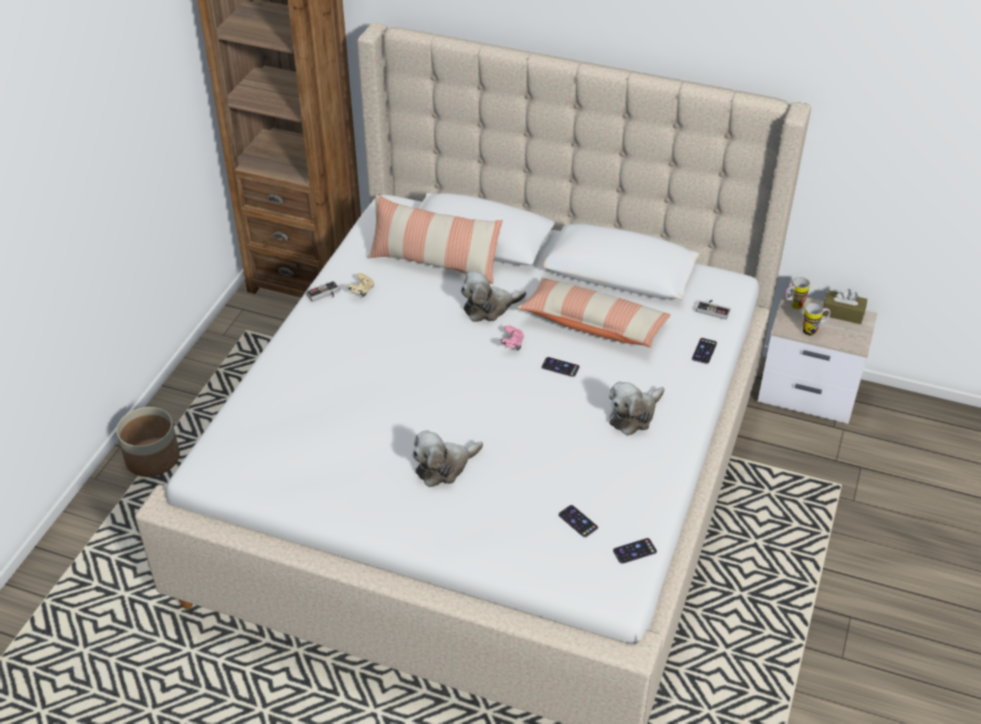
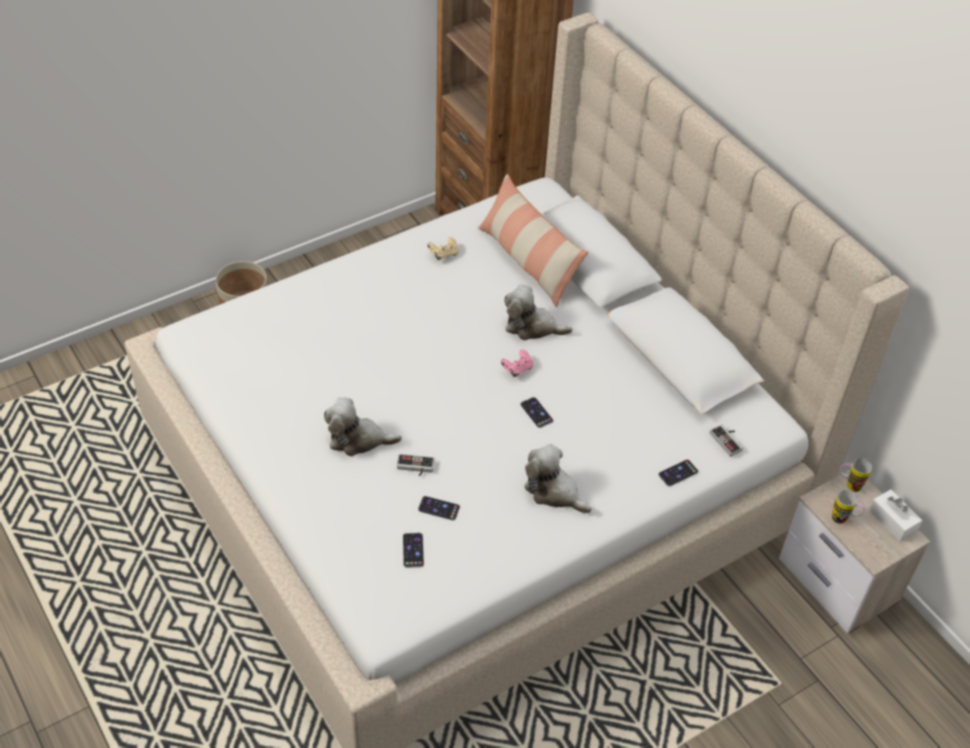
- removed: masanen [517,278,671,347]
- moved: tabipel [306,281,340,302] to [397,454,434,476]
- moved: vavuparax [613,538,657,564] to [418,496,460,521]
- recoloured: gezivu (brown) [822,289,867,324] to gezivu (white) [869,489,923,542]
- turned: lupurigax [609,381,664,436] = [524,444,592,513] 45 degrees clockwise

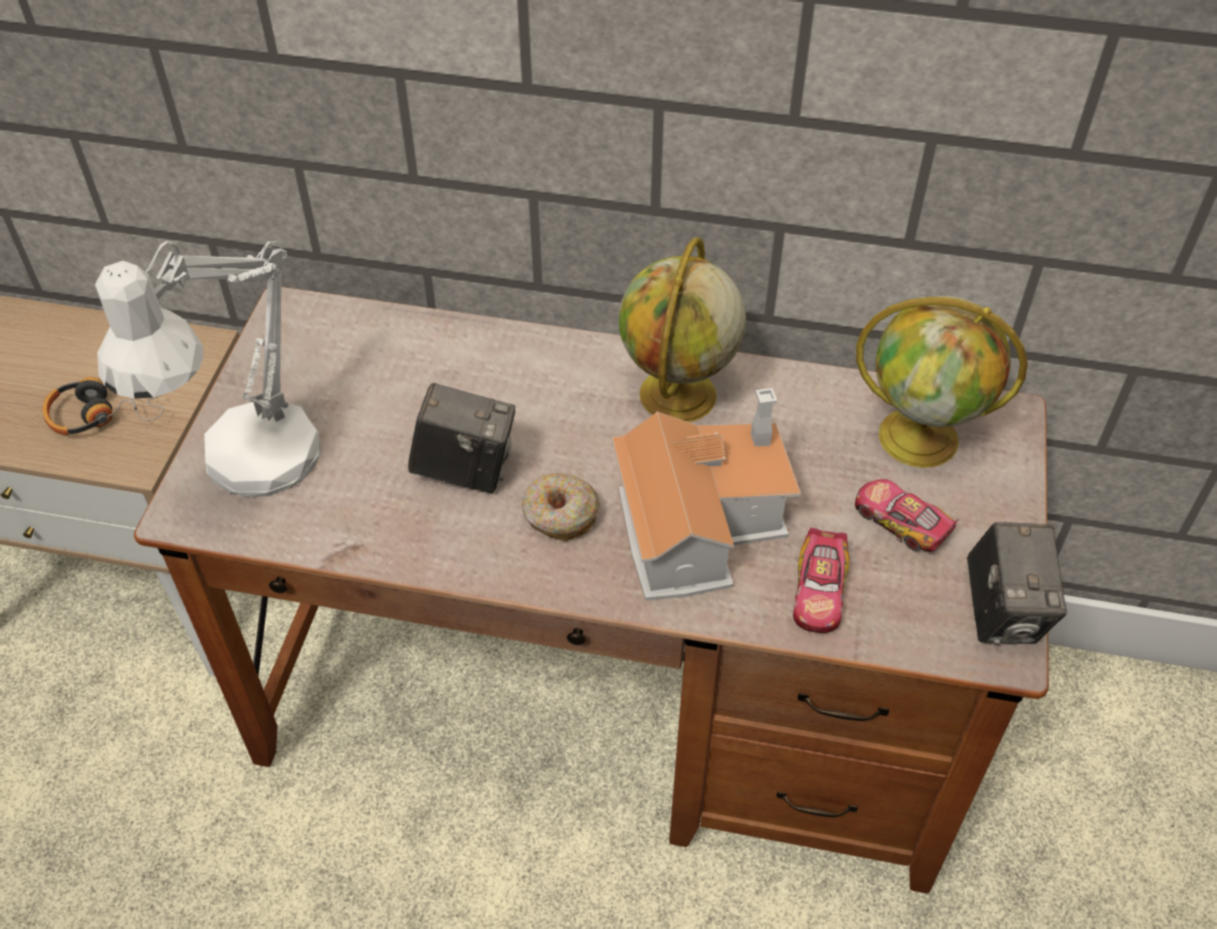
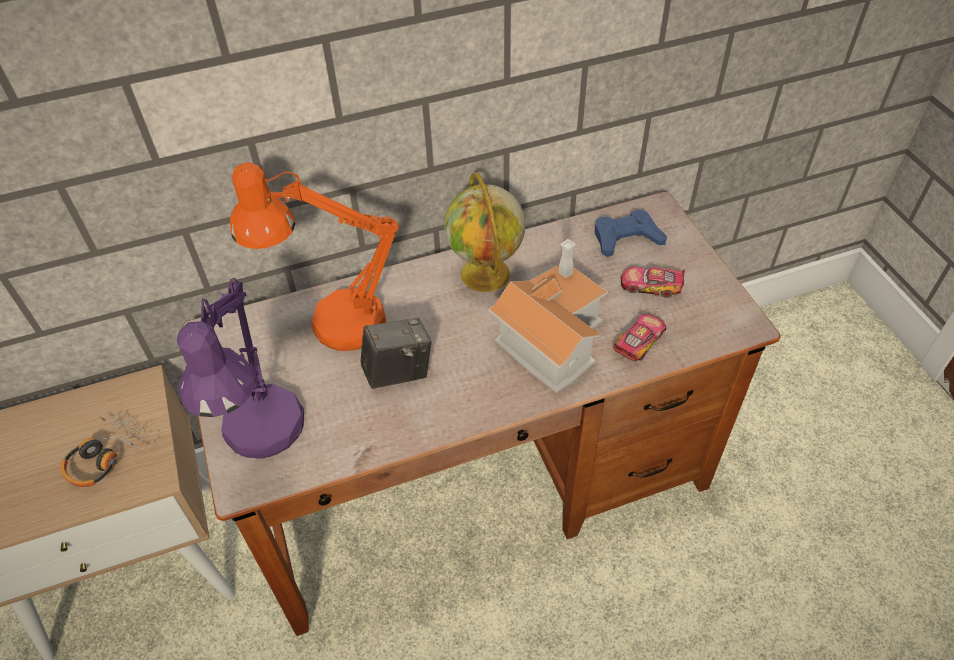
- removed: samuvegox [522,473,600,541]
- removed: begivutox [967,522,1067,645]
- added: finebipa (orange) [230,162,399,351]
- replaced: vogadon [856,296,1028,468] to tabipel (blue) [595,210,667,257]
- recoloured: finebipa (white) [95,241,320,497] to finebipa (purple) [177,278,304,459]
- turned: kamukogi [793,528,849,633] = [613,314,666,361] 120 degrees counterclockwise

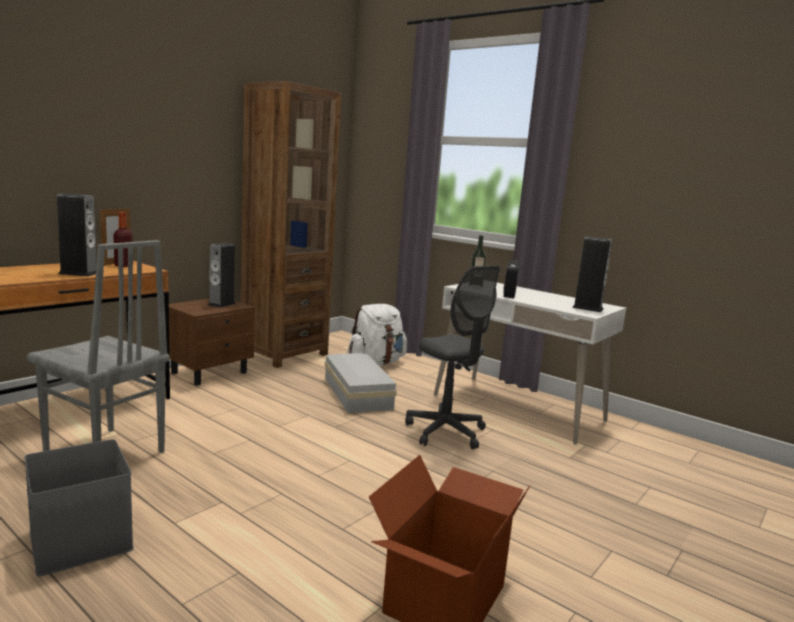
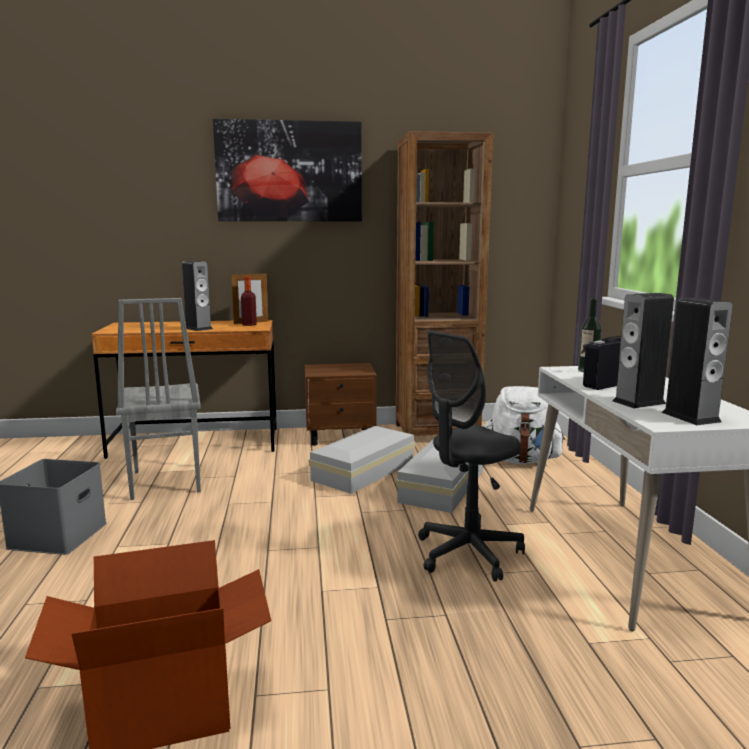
- added: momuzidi [213,119,362,221]
- added: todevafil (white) [309,426,415,494]
- moved: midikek [208,243,236,308] to [613,293,674,408]
- turned: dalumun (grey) [405,265,500,449] = [418,330,525,582] 45 degrees clockwise

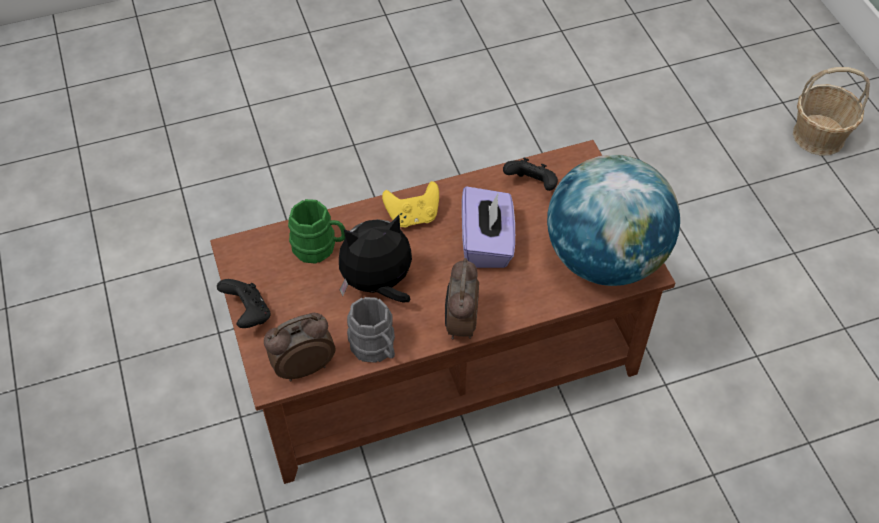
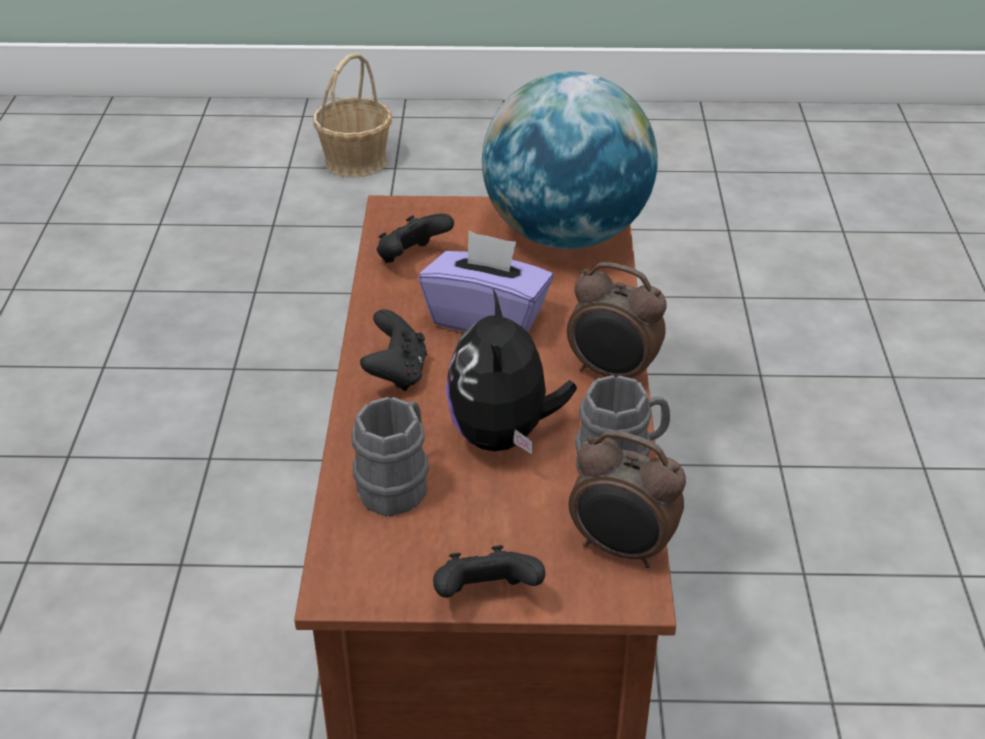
- recoloured: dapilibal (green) [288,199,346,264] to dapilibal (grey) [351,397,429,517]
- recoloured: tabipel (yellow) [382,181,439,227] to tabipel (black) [360,309,427,391]
- turned: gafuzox [264,313,335,381] = [569,430,686,568] 60 degrees counterclockwise

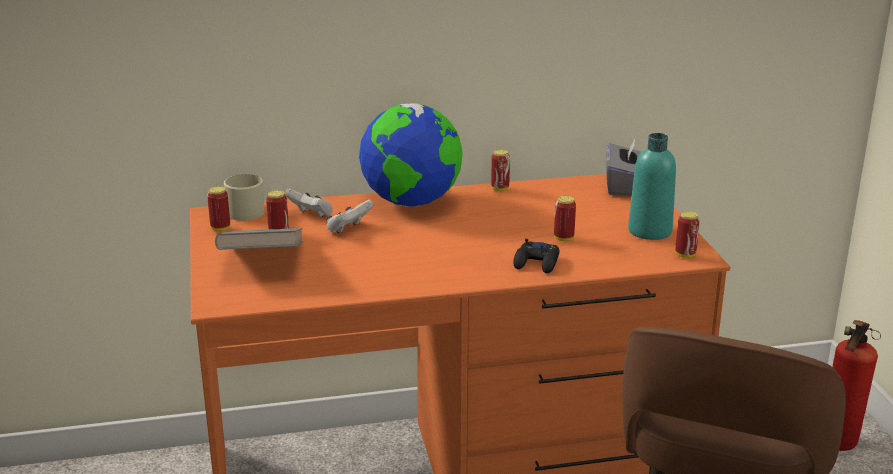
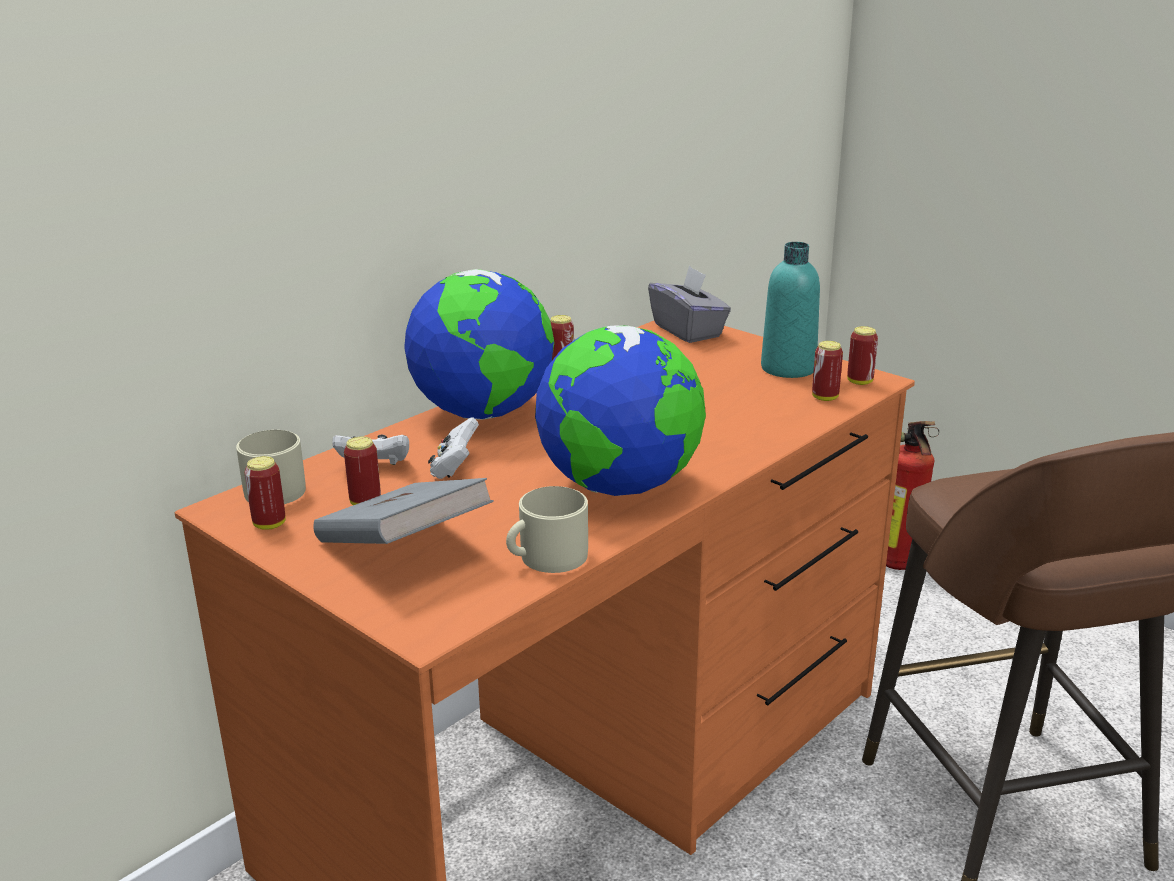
- removed: tabipel (black) [513,239,559,274]
- added: dapilibal (beige) [506,486,588,573]
- added: vogadon [535,325,706,496]
- moved: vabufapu [554,196,576,241] to [812,341,843,401]

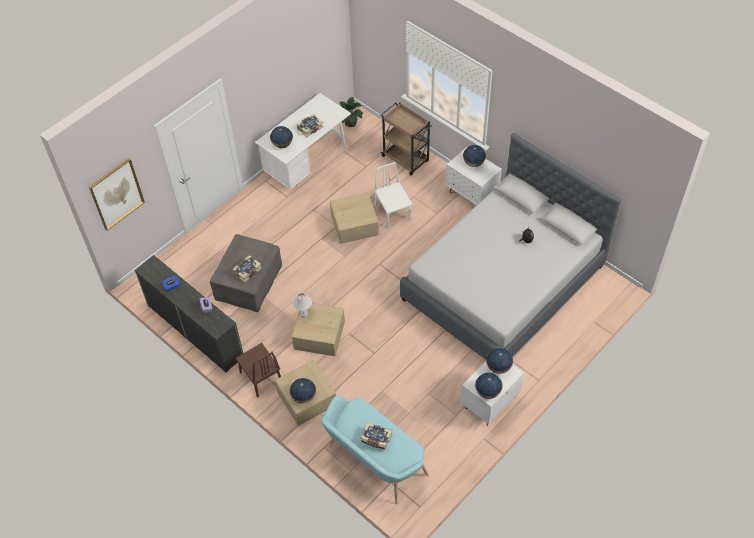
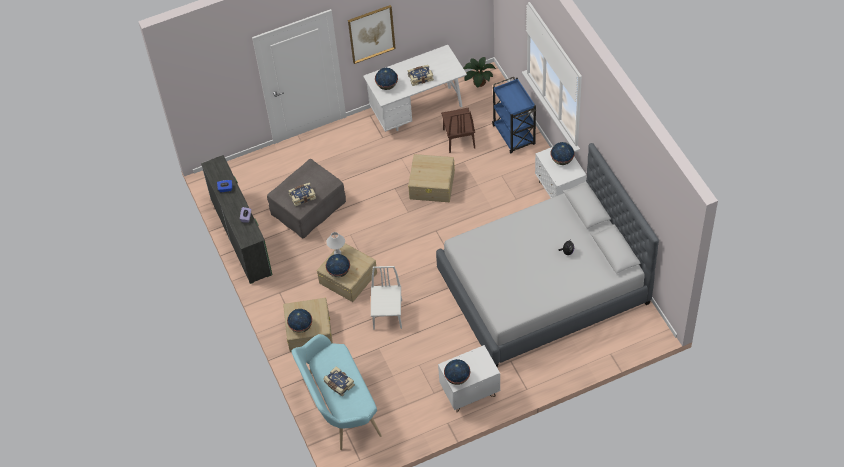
- moved: momuzidi [89,158,145,231] to [348,5,396,64]
- moved: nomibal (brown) [235,343,281,398] to [441,108,475,153]
- moved: nomibal (white) [374,162,412,228] to [371,266,402,330]
- moved: vogadon [486,348,513,374] to [326,254,350,278]
- recoloured: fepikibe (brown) [381,103,432,175] to fepikibe (blue) [492,77,536,153]

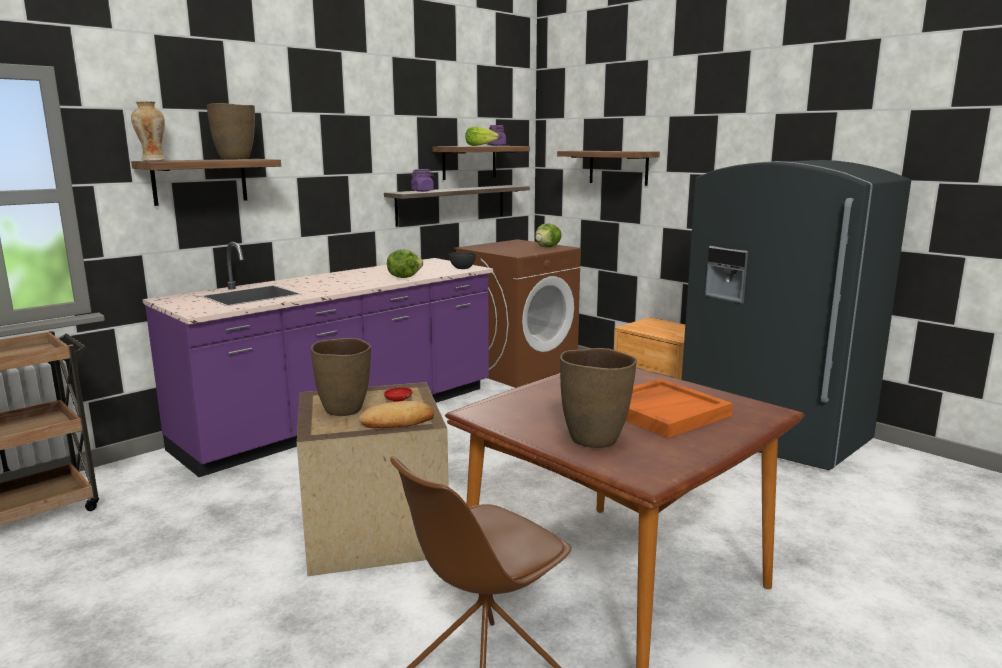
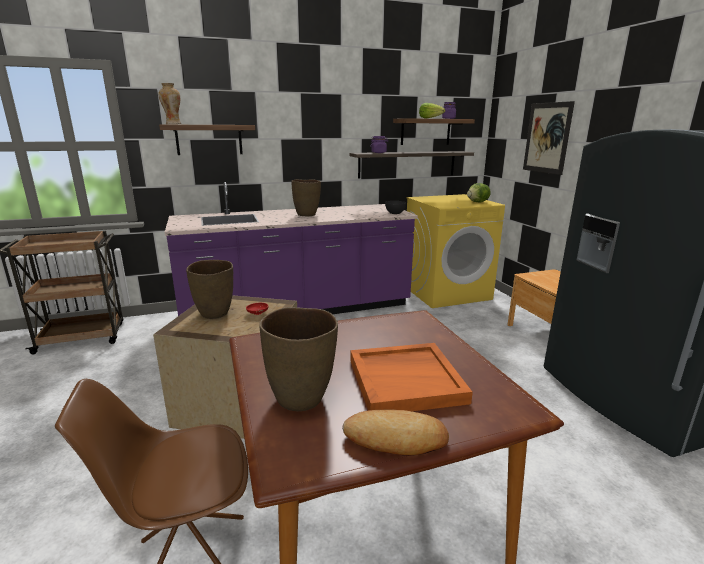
- removed: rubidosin [387,249,423,278]
- moved: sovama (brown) [207,103,255,159] to [291,179,321,216]
- moved: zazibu [359,401,434,428] to [342,409,449,456]
- replaced: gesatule [557,151,660,186] to momuzidi [523,101,575,175]
- recoloured: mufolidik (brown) [454,239,581,388] to mufolidik (yellow) [406,194,505,308]

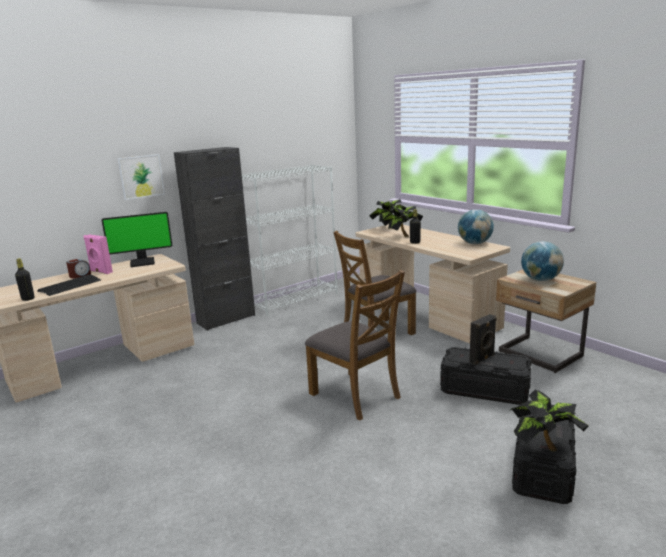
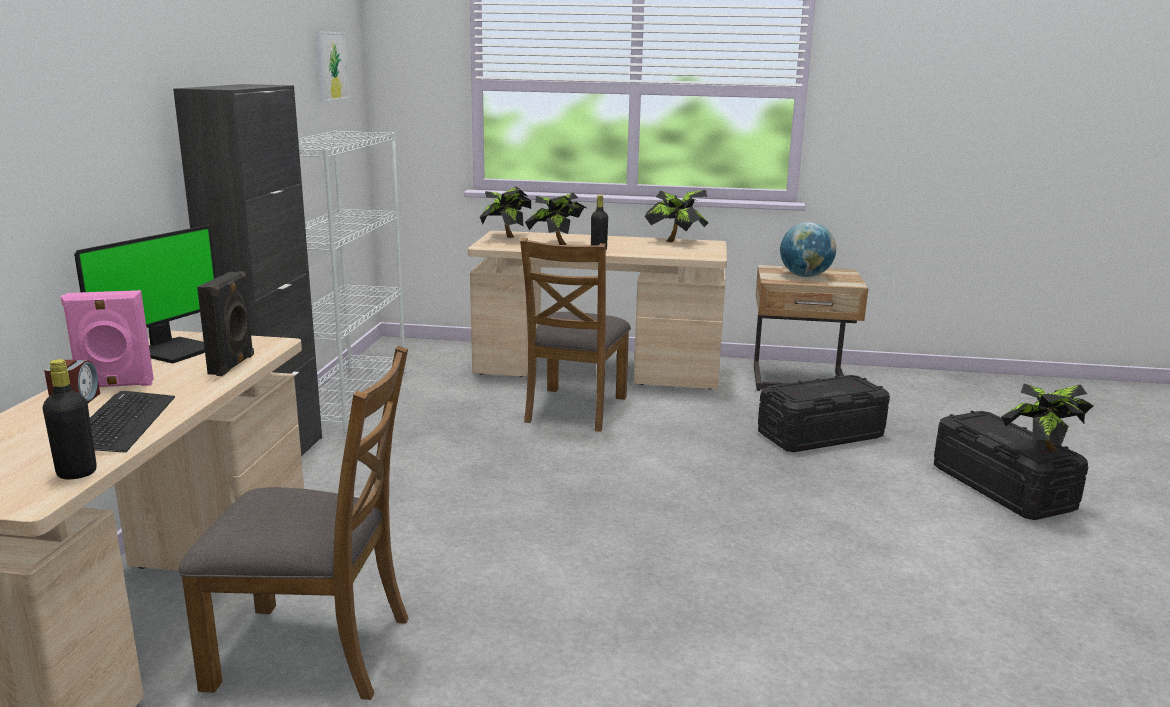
- moved: momuzidi [118,154,165,200] to [315,31,350,102]
- moved: nomibal (brown) [305,270,405,420] to [178,346,409,700]
- moved: midikek (black) [469,314,497,365] to [197,271,254,376]
- replaced: vogadon [458,209,494,244] to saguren [645,190,709,242]

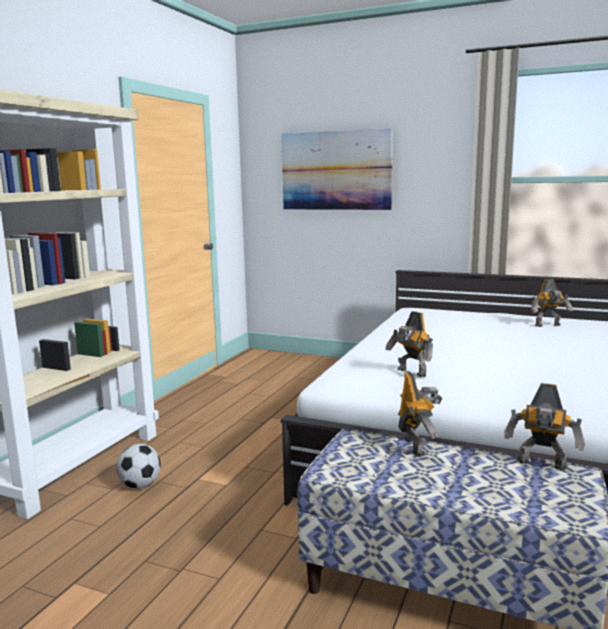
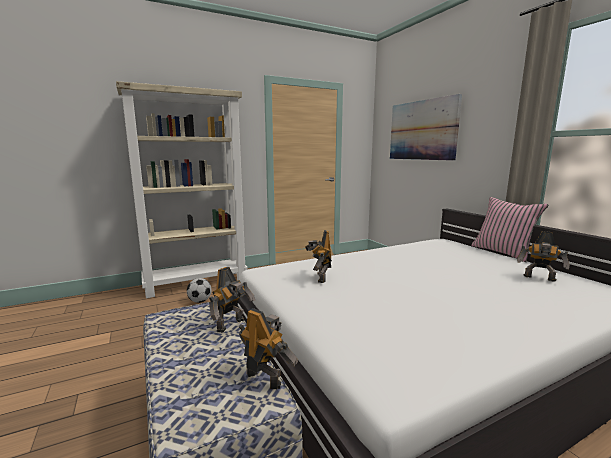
- added: masanen (pink) [471,197,548,262]
- turned: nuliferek [504,383,585,470] = [239,308,298,389] 150 degrees clockwise

